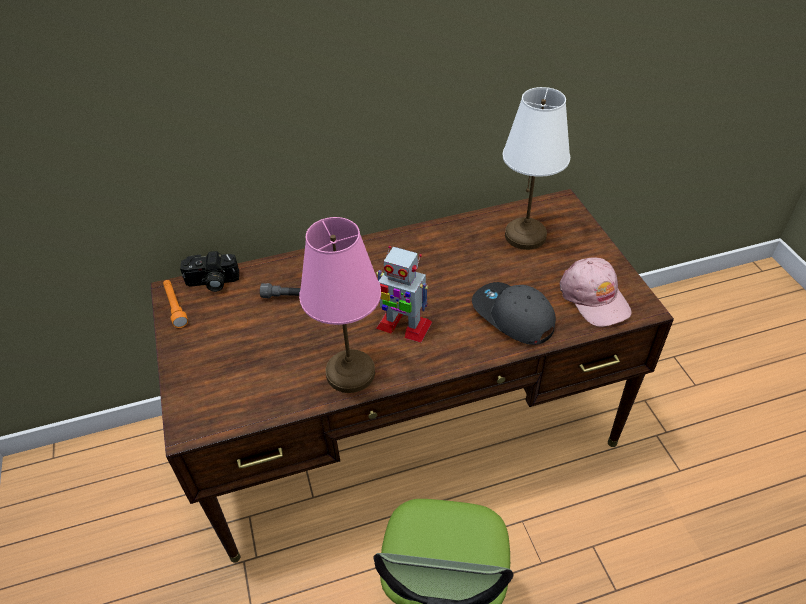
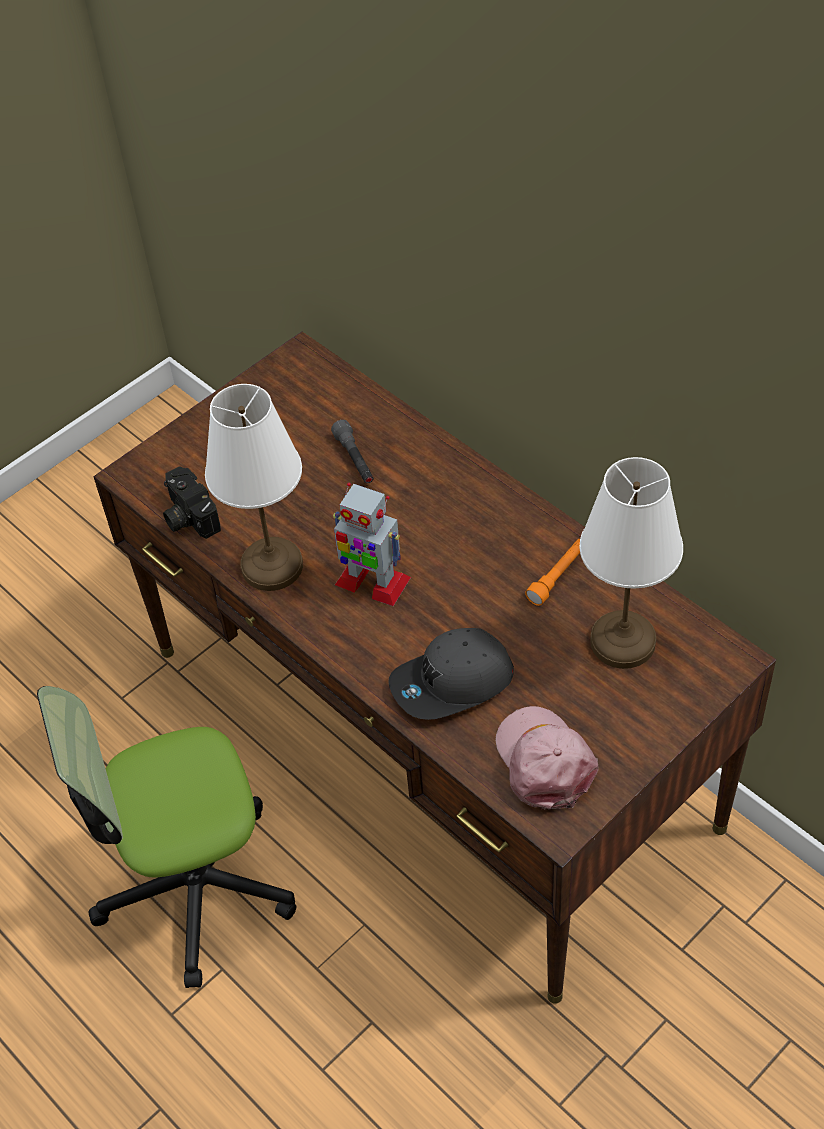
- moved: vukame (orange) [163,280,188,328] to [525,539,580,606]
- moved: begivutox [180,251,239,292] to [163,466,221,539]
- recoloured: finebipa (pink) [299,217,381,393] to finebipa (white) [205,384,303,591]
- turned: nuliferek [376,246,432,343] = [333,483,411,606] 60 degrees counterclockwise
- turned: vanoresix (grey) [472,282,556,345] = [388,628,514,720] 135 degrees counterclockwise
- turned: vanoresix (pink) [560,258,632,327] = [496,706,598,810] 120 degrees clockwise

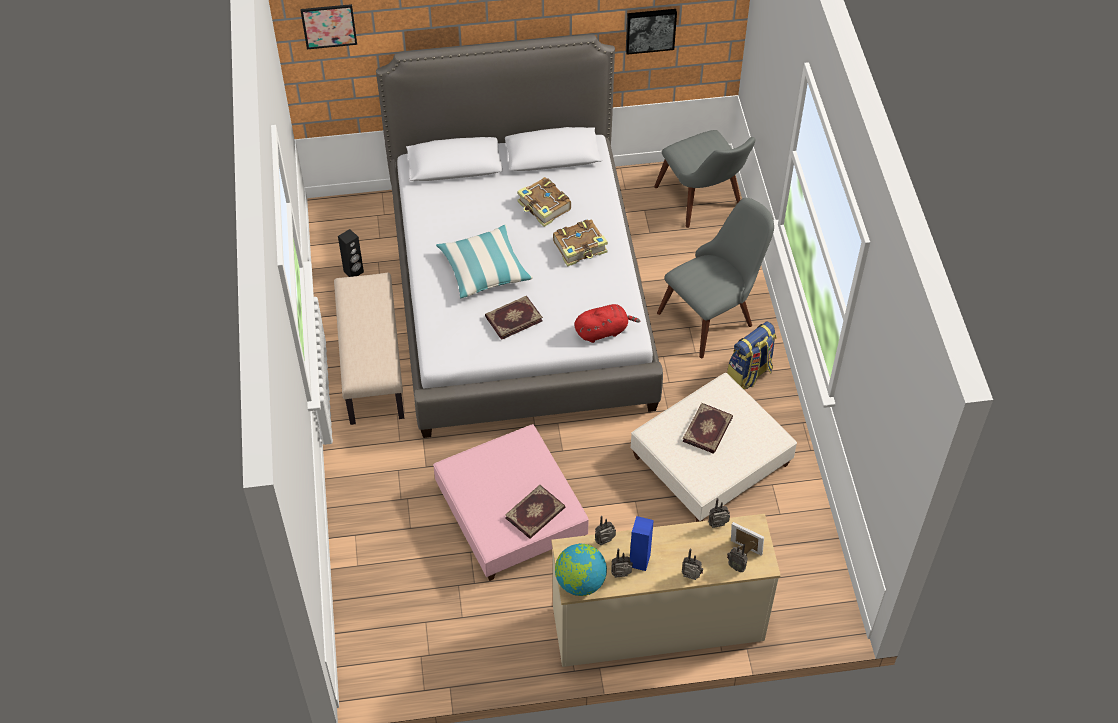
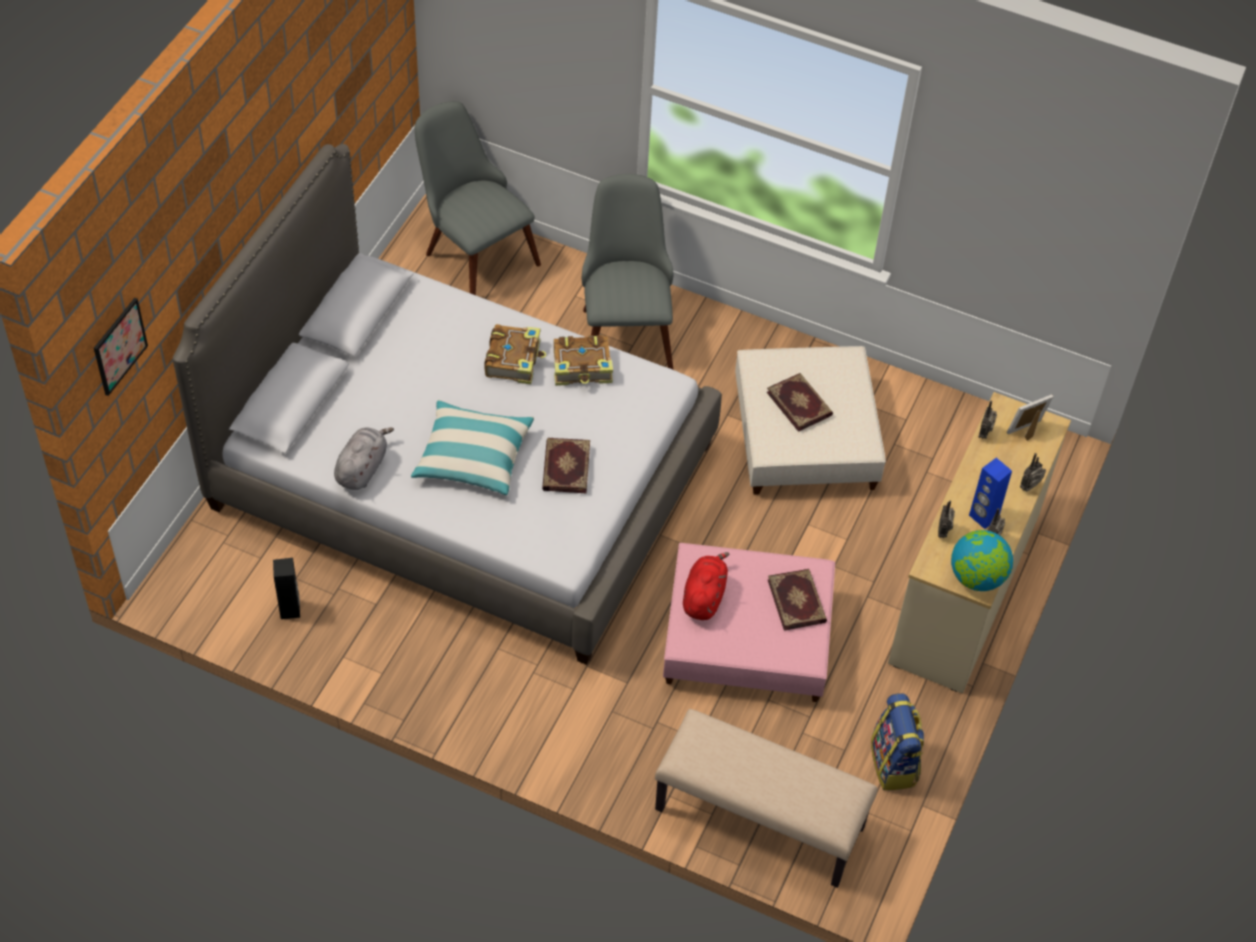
- removed: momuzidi [626,9,677,55]
- removed: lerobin [727,544,748,572]
- added: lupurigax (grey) [334,427,394,490]
- moved: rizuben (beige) [334,273,404,425] to [655,709,877,888]
- moved: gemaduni [517,177,571,227] to [554,335,613,386]
- moved: lupurigax (red) [574,304,640,343] to [683,552,729,620]
- moved: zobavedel [727,322,777,389] to [871,693,924,790]
- turned: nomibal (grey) [654,130,755,228] = [415,101,541,295] 135 degrees counterclockwise

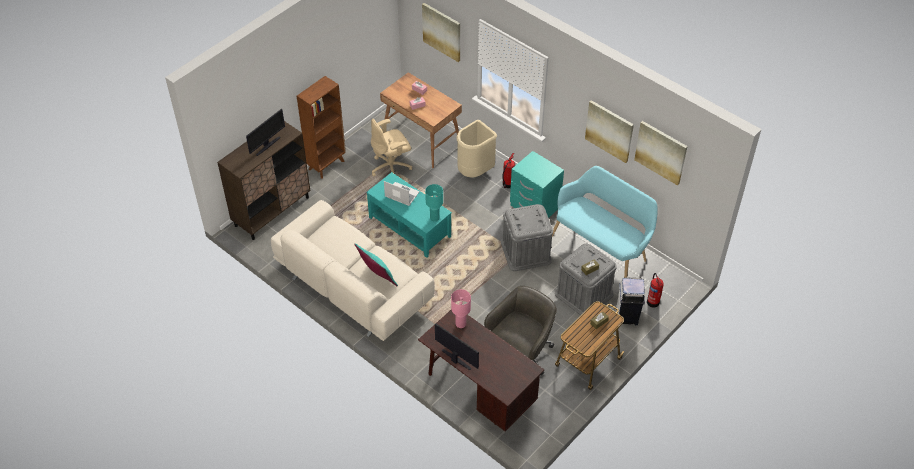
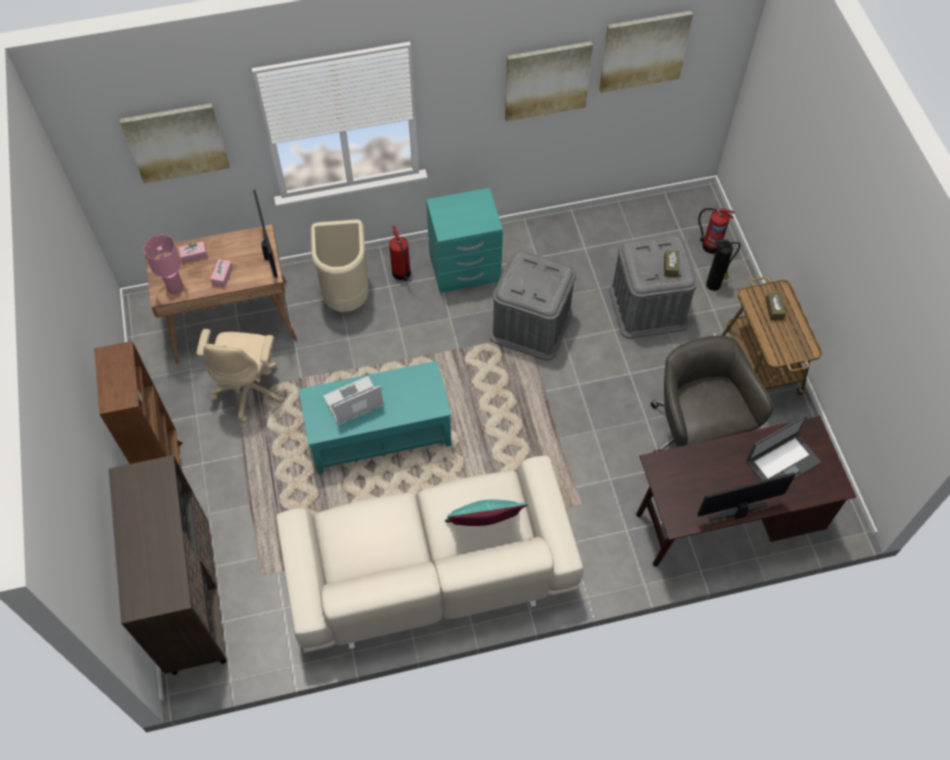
- removed: finebipa (turquoise) [425,184,443,221]
- removed: rizuben (turquoise) [552,166,658,278]
- added: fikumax [747,415,821,481]
- moved: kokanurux [246,109,285,156] to [253,190,278,278]
- moved: finebipa (pink) [451,289,471,328] to [143,235,184,295]
- replaced: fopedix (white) [616,277,645,325] to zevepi [706,239,740,291]

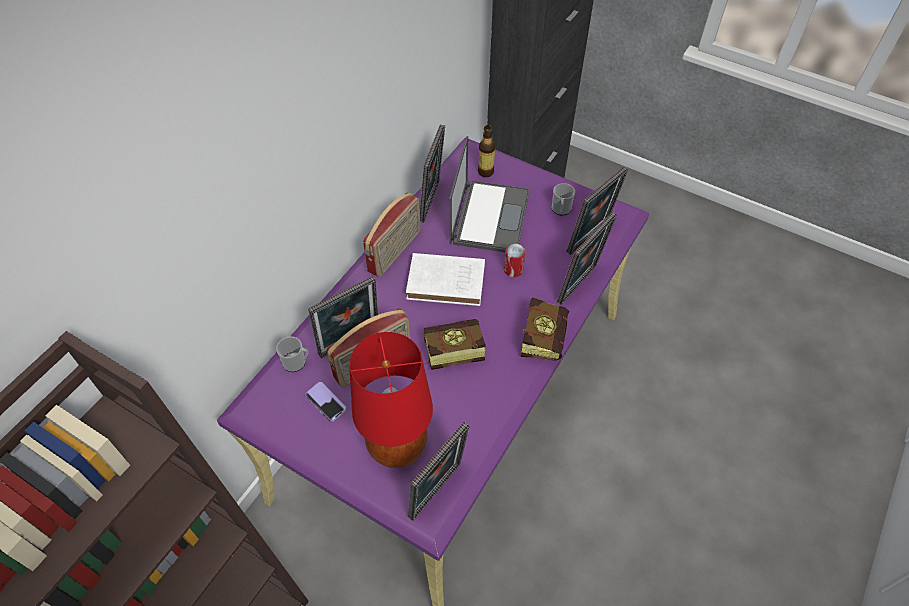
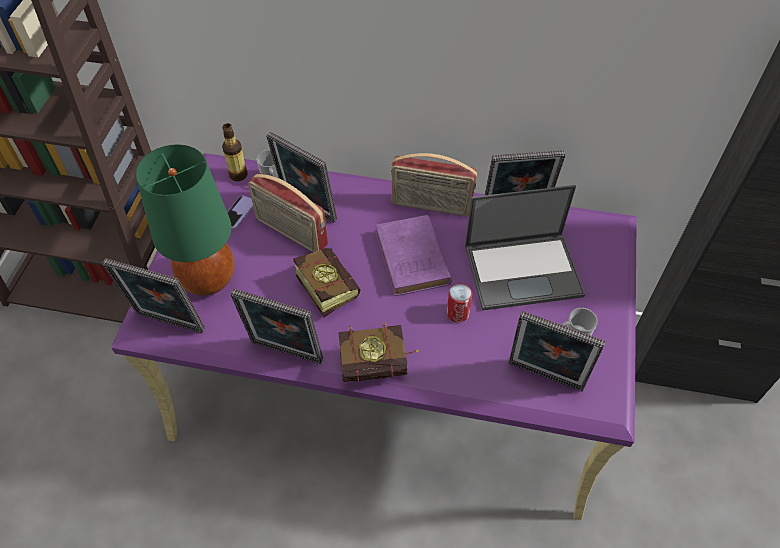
- moved: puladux [478,125,495,177] to [222,123,248,181]
- moved: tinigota [557,212,617,305] to [230,289,323,364]
- recoloured: finebipa (red) [349,332,433,468] to finebipa (green) [136,145,234,296]
- recoloured: gemaduni (white) [406,253,485,306] to gemaduni (purple) [375,215,452,296]

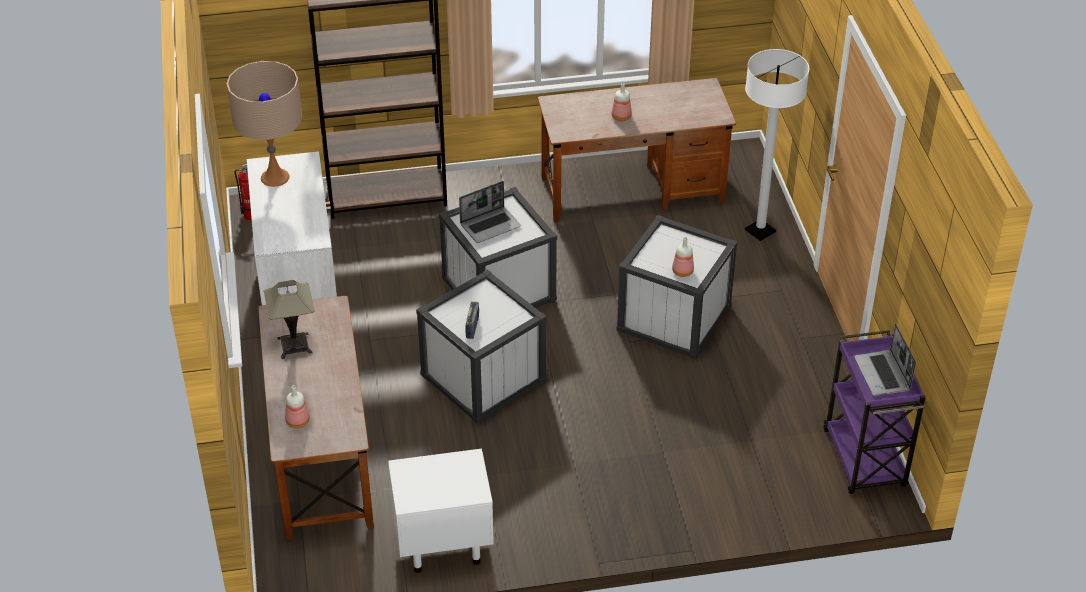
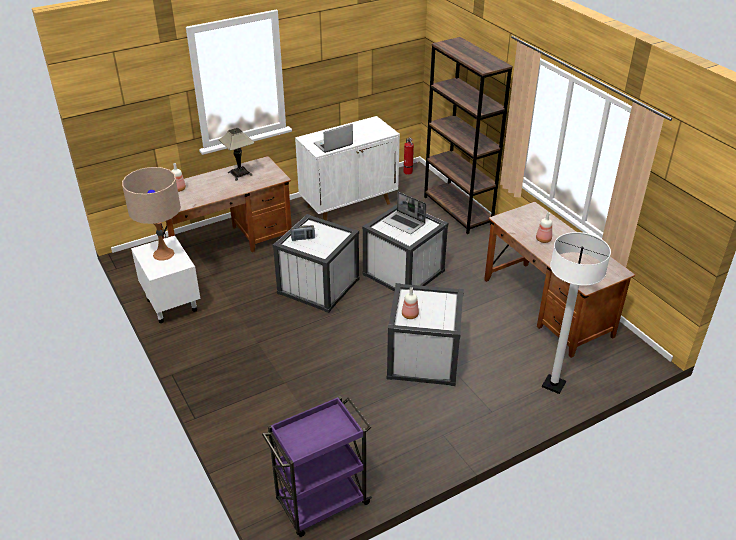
- moved: finebipa (beige) [227,61,302,187] to [122,167,181,260]
- moved: fikumax [854,324,916,396] to [314,124,353,153]

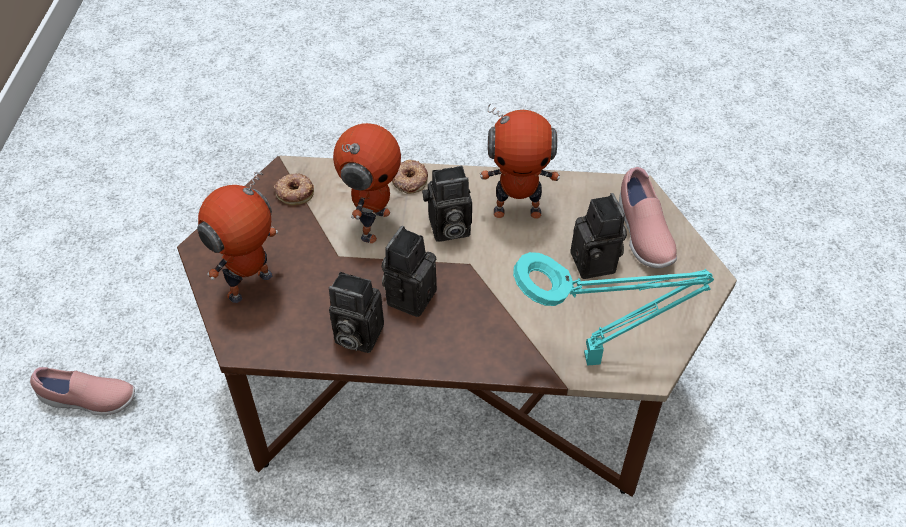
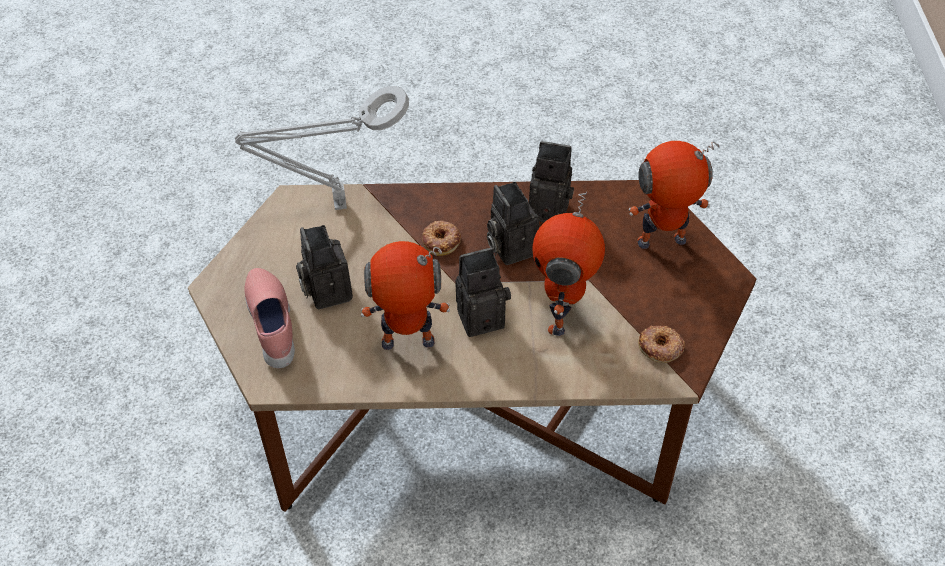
- removed: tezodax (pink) [30,367,135,415]
- moved: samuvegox [392,160,428,194] to [422,221,461,256]
- recoloured: finebipa (turquoise) [513,252,714,366] to finebipa (grey) [235,86,409,210]
- turned: nuliferek [197,172,278,303] = [629,141,720,249] 135 degrees counterclockwise
- turned: begivutox [382,226,437,317] = [487,182,539,265] 135 degrees clockwise

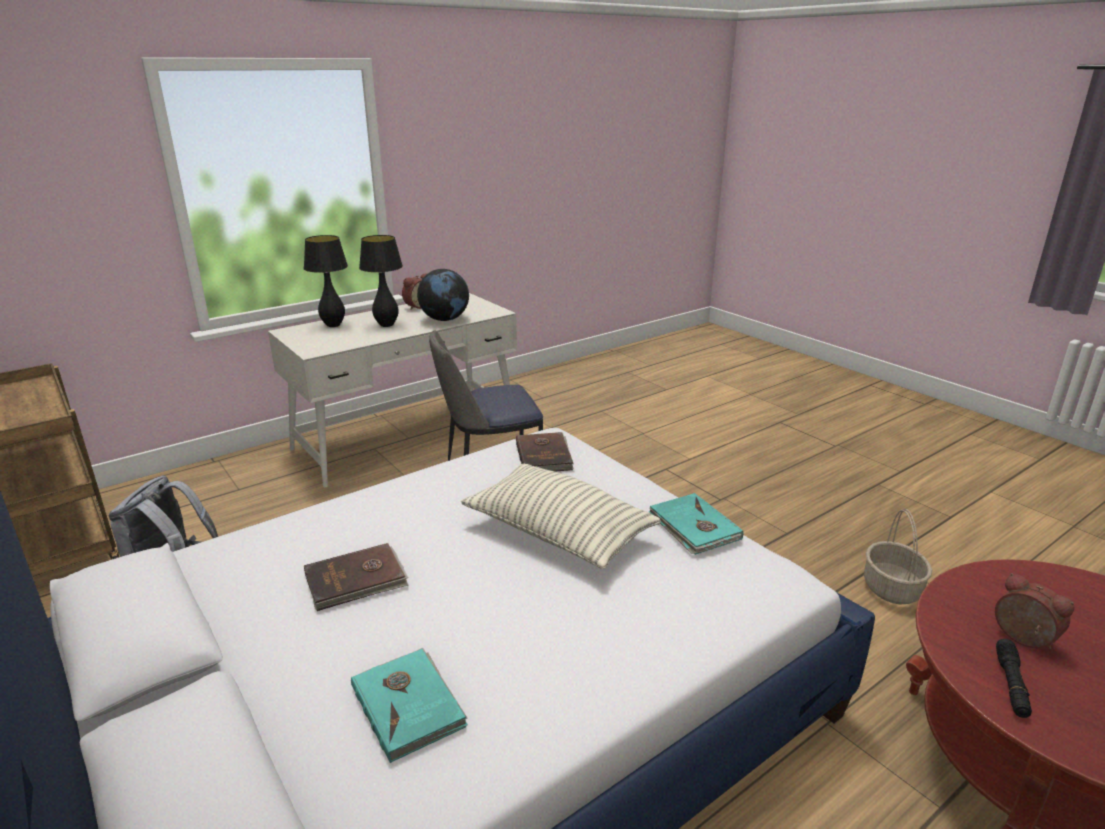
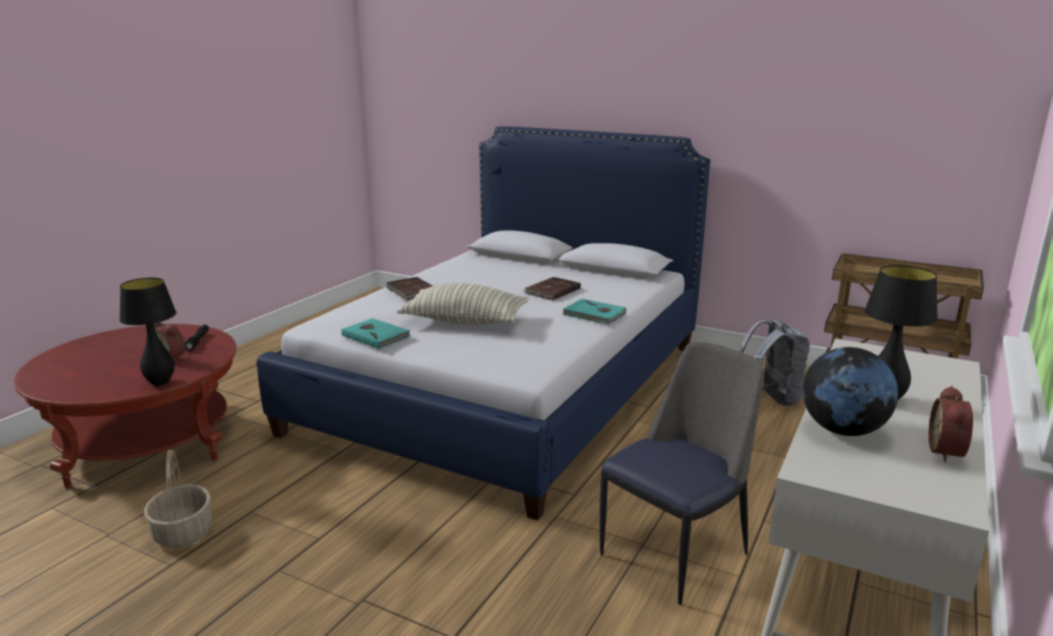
- moved: finebipa (black) [304,235,348,327] to [120,278,176,386]
- moved: gemaduni (turquoise) [351,648,468,763] to [563,299,626,325]
- moved: gemaduni (brown) [516,432,574,472] to [386,277,433,300]

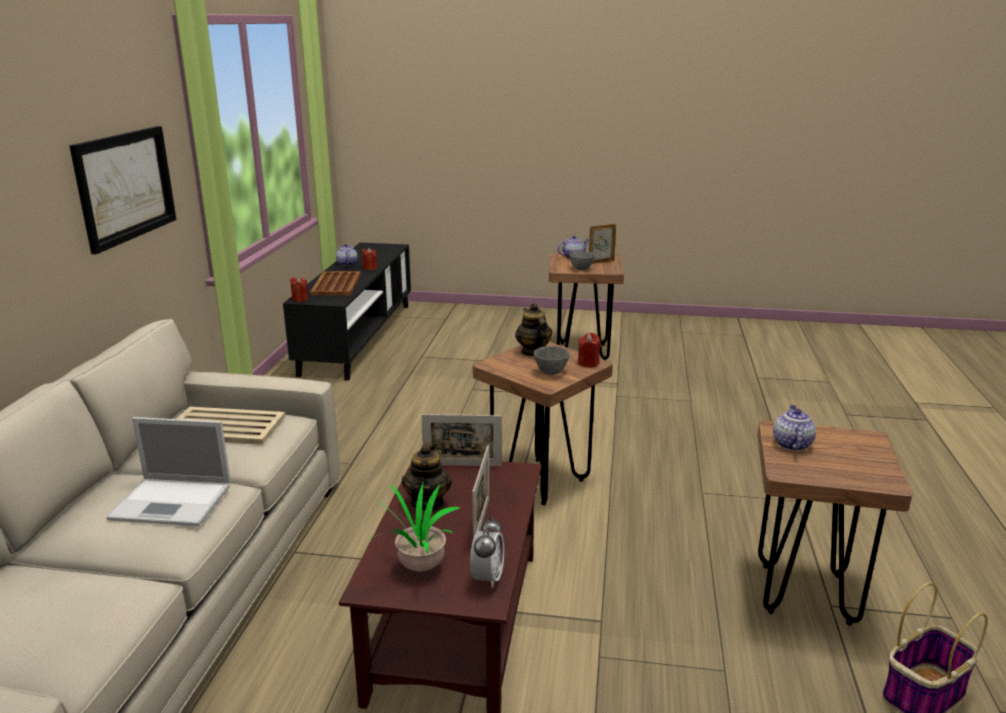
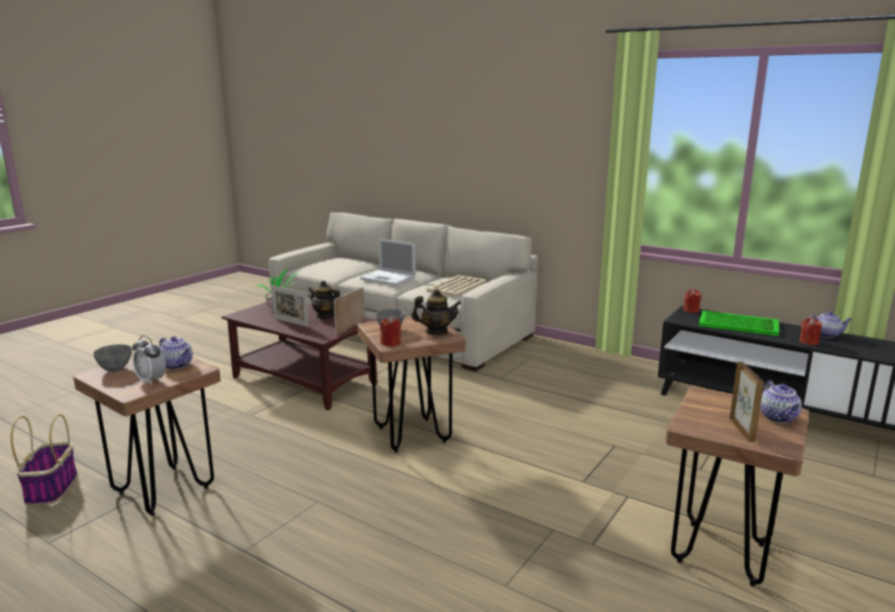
- removed: momuzidi [69,126,177,254]
- moved: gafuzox [470,517,504,588] to [132,335,166,385]
- moved: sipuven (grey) [569,251,595,270] to [93,344,132,372]
- recoloured: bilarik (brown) [310,271,361,296] to bilarik (green) [699,310,779,336]
- turned: fikumax [106,417,231,526] = [360,239,416,285] 90 degrees counterclockwise

